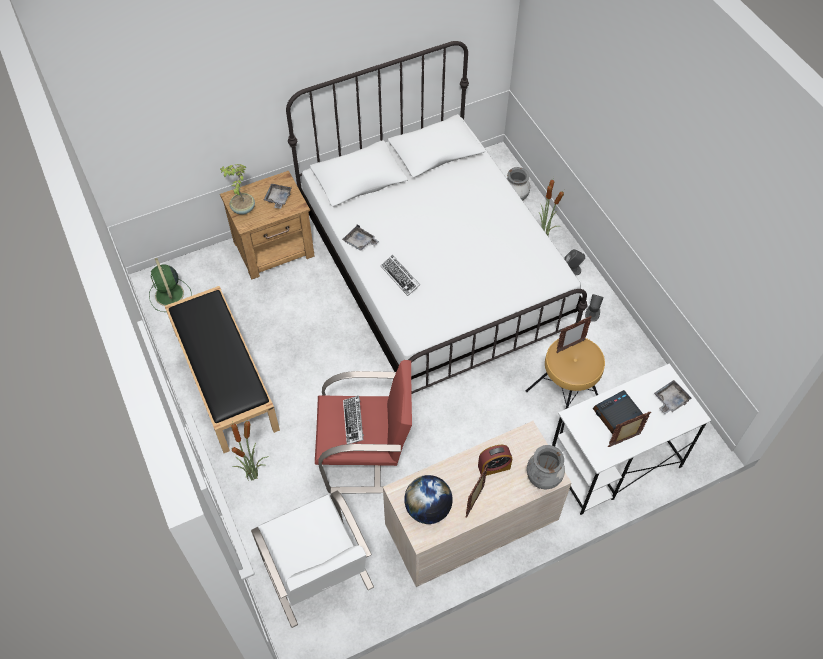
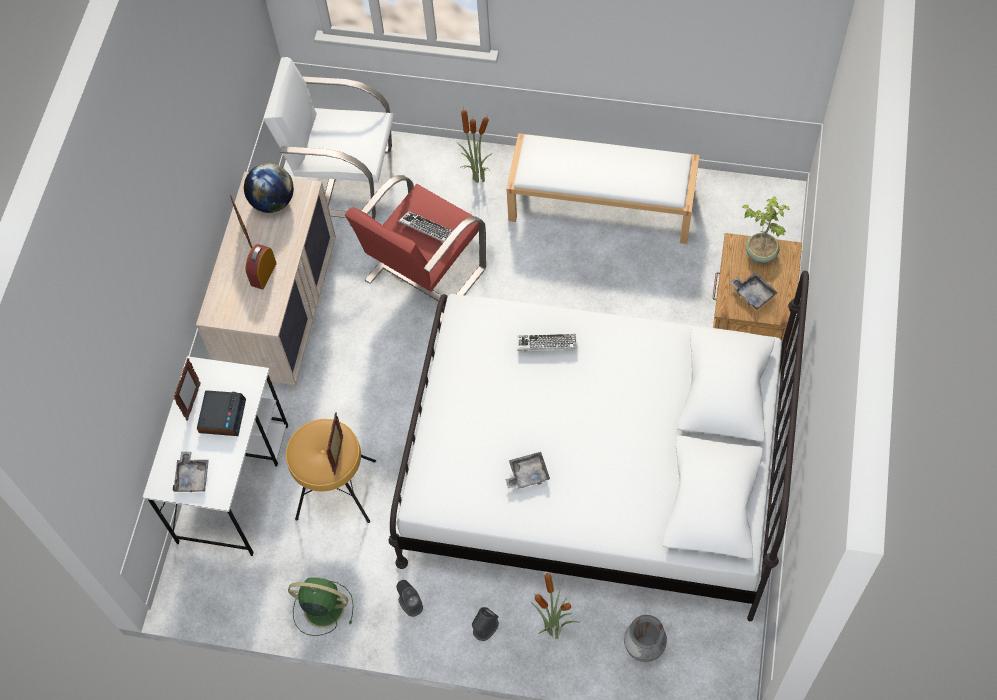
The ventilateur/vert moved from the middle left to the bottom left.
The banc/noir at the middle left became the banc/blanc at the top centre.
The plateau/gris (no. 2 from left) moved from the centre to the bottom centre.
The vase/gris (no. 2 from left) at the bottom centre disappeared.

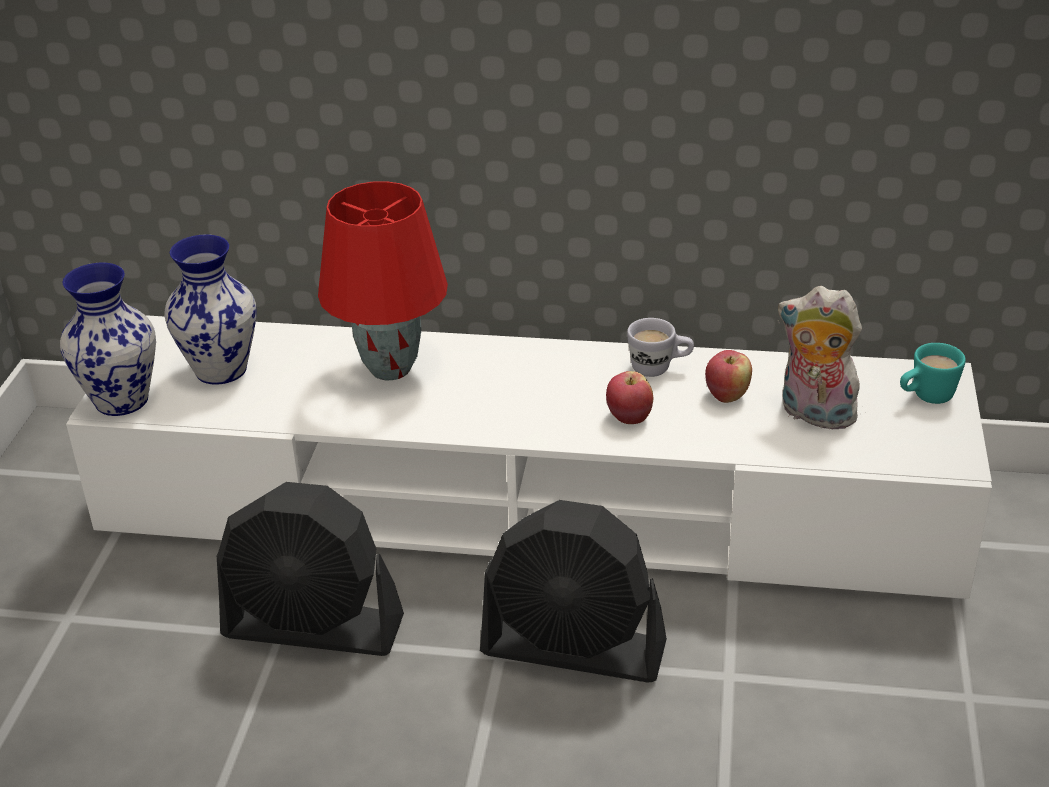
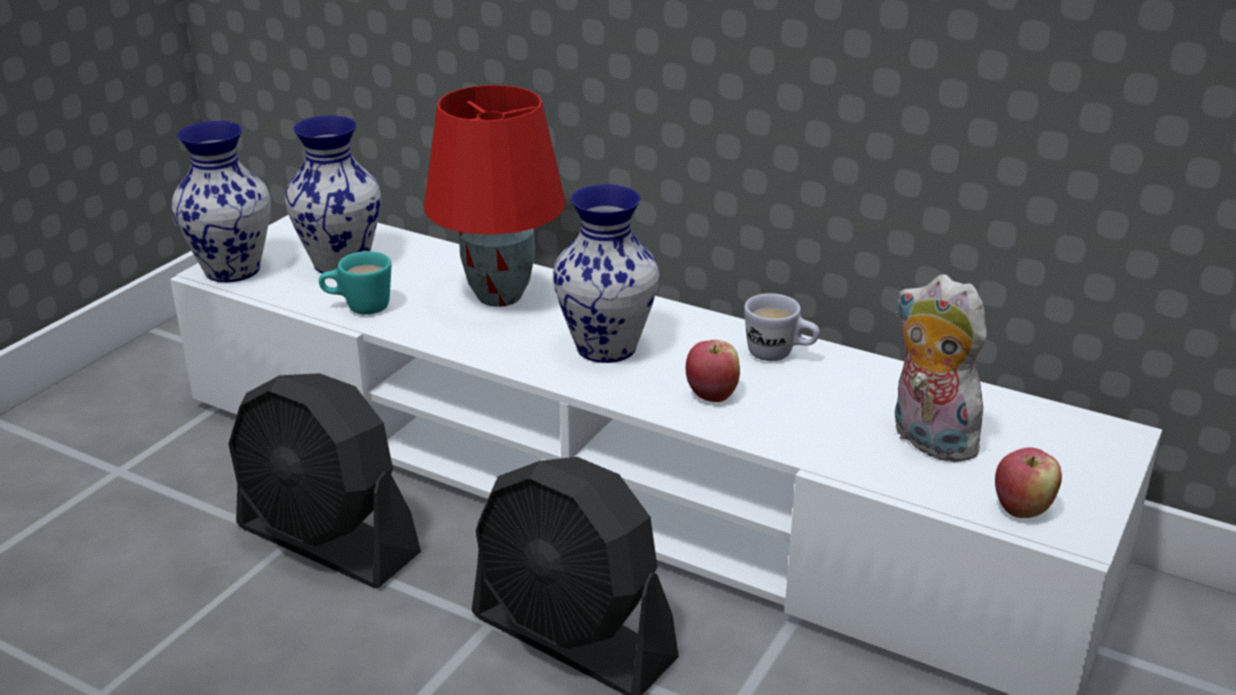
The pomme (no. 2 from left) moved from the middle right to the bottom right.
The mug/turquoise moved from the middle right to the middle left.
The vase (no. 3 from left) at the centre appeared.

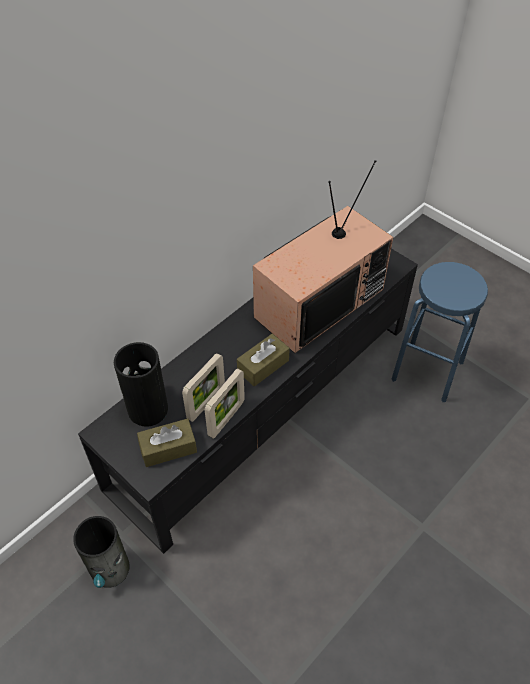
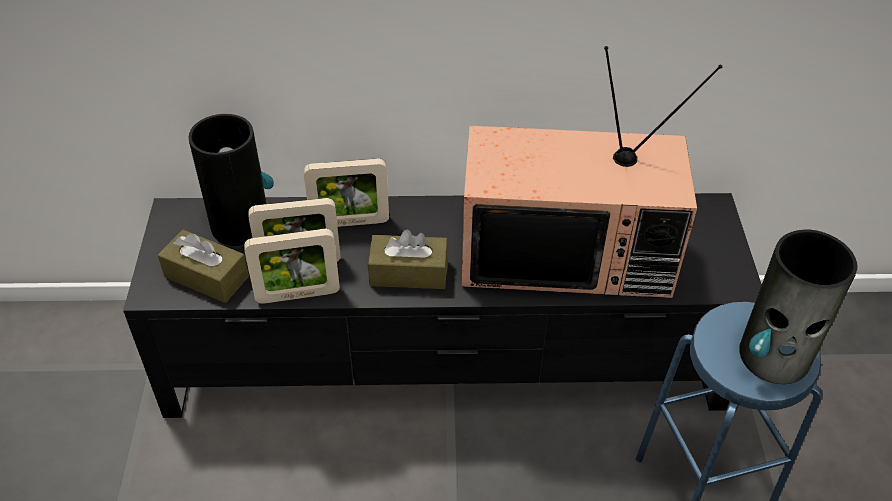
The vase (no. 1 from left in the first image) moved from the bottom left to the middle right.
The cadre photo (no. 3 from left) at the centre appeared.

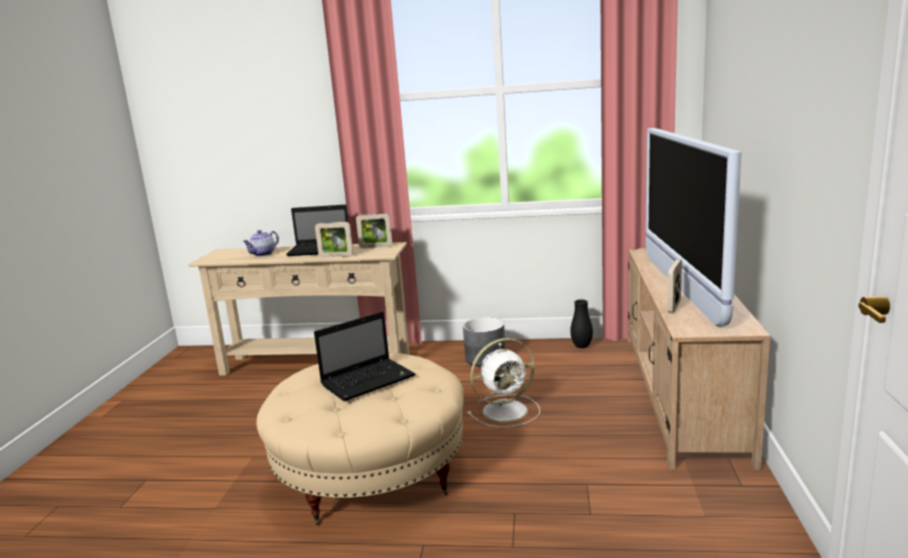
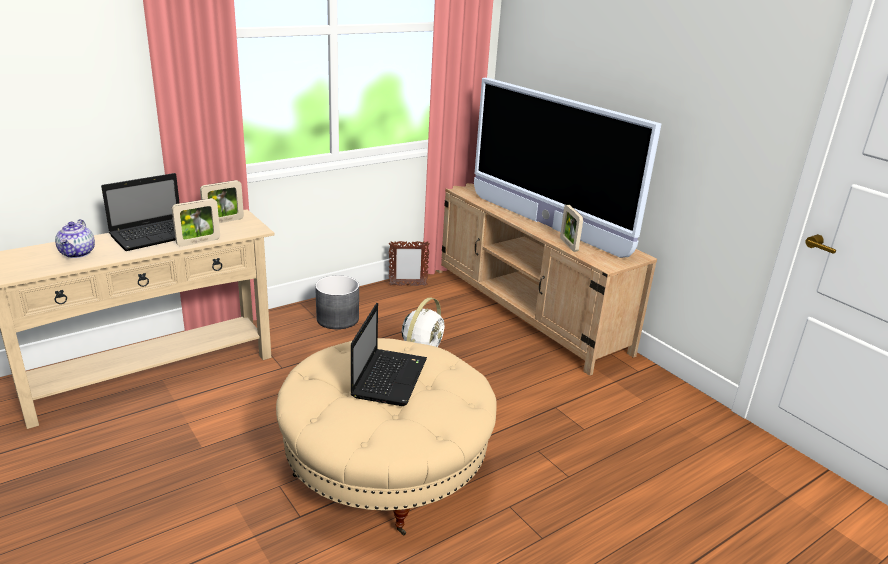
The vase/noir at the centre was replaced by the cadre photo (no. 3 from left) at the centre.

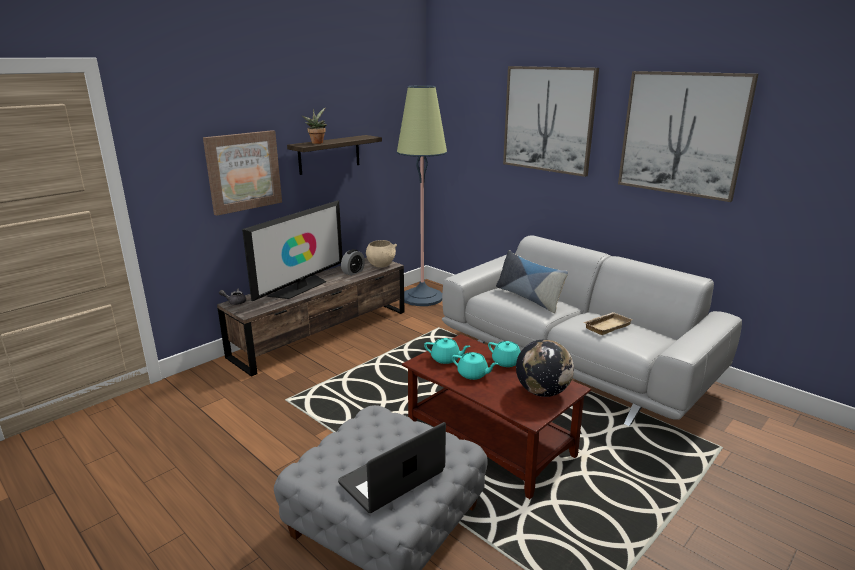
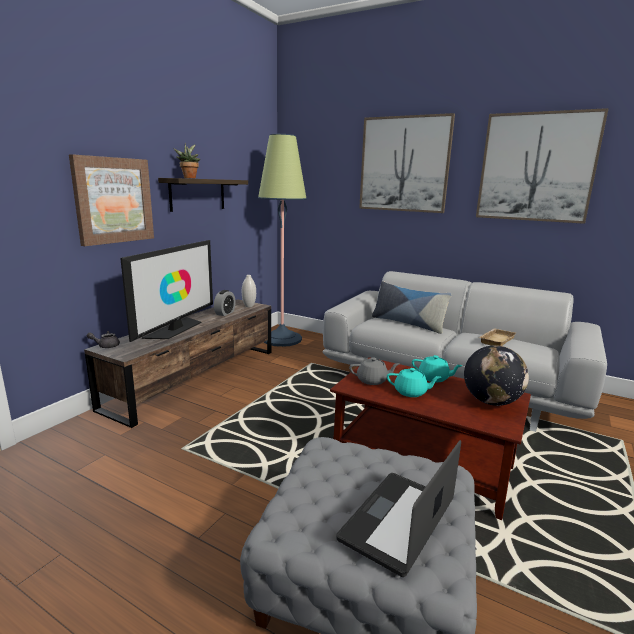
The bol/beige at the centre was replaced by the vase/blanc at the centre.
The théière/turquoise (no. 1 from left) at the centre became the théière/gris (no. 2 from left) at the centre.

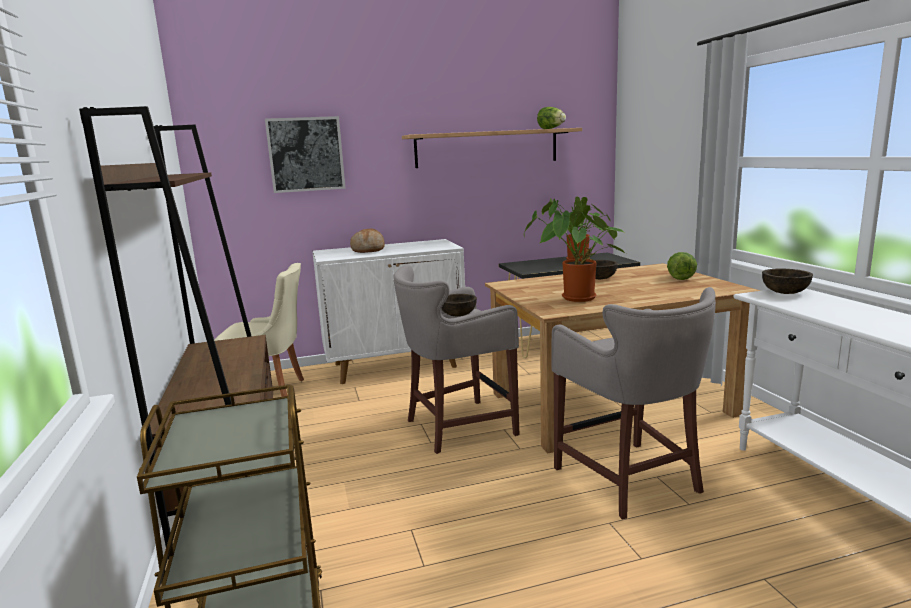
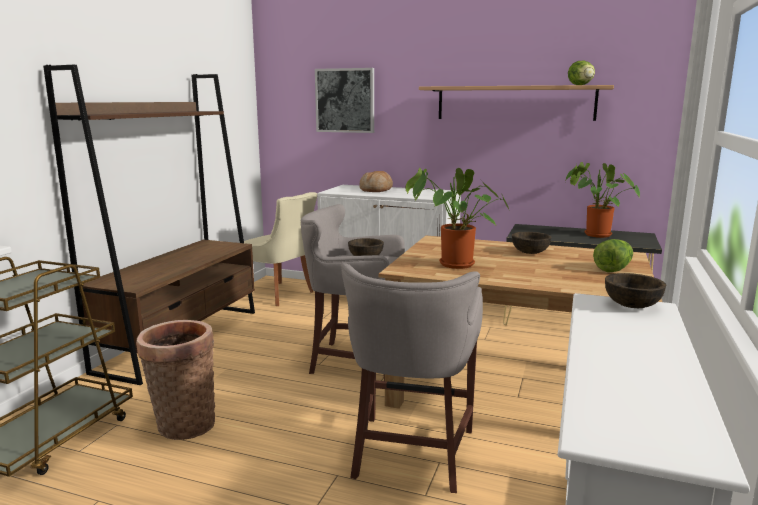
The panier at the bottom left appeared.

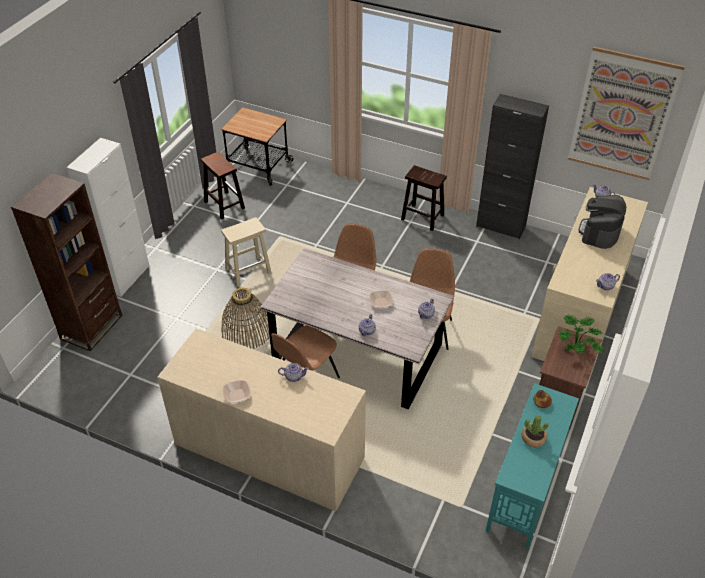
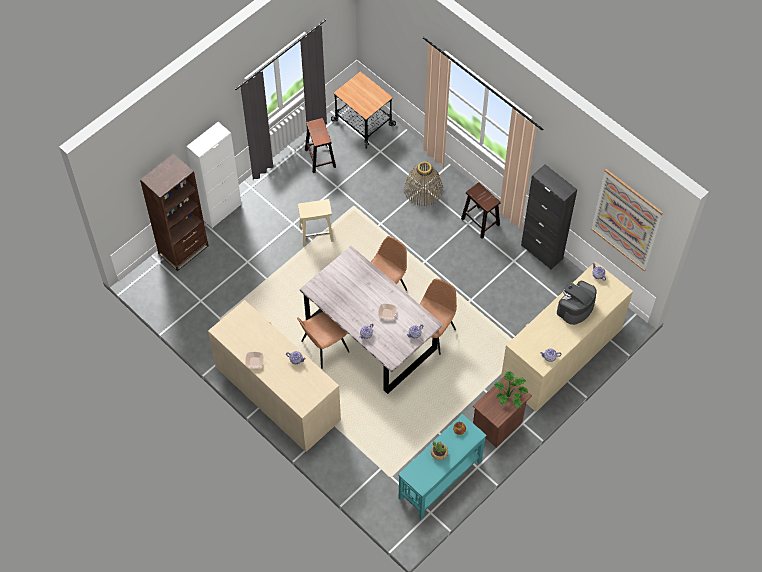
The panier moved from the centre to the top centre.

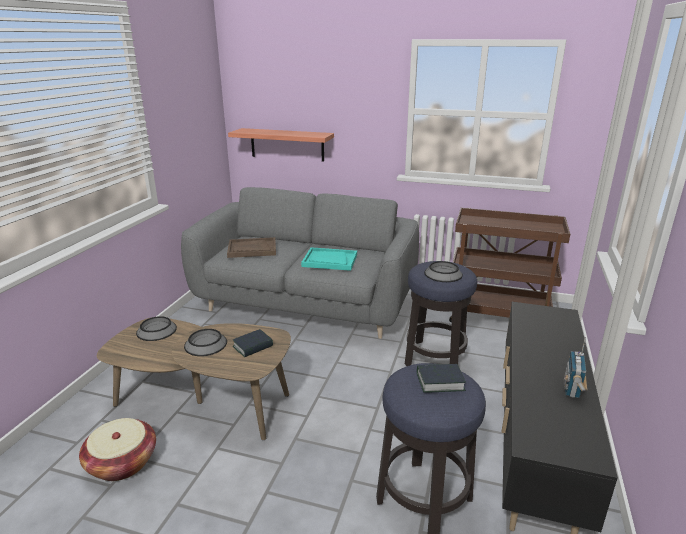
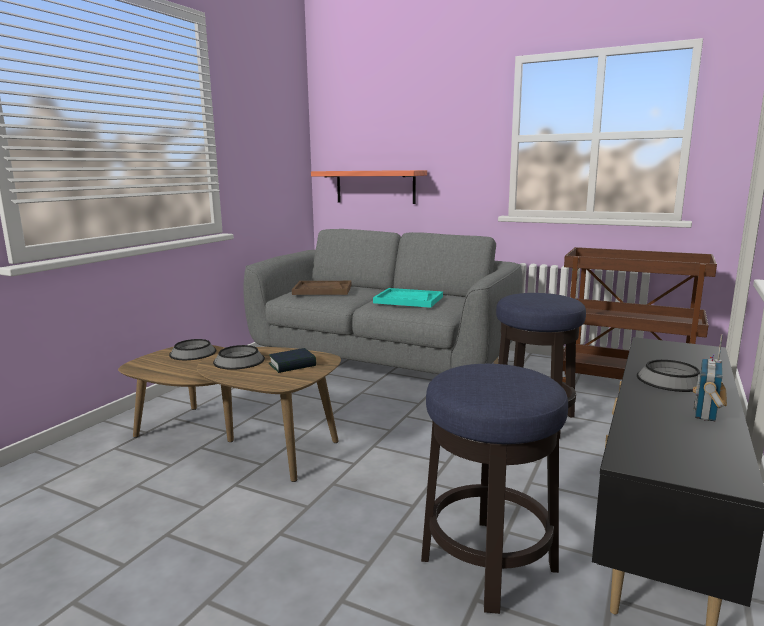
The panier at the bottom left disappeared.
The livre (no. 2 from left) at the bottom centre disappeared.
The bol (no. 3 from left) moved from the centre to the middle right.

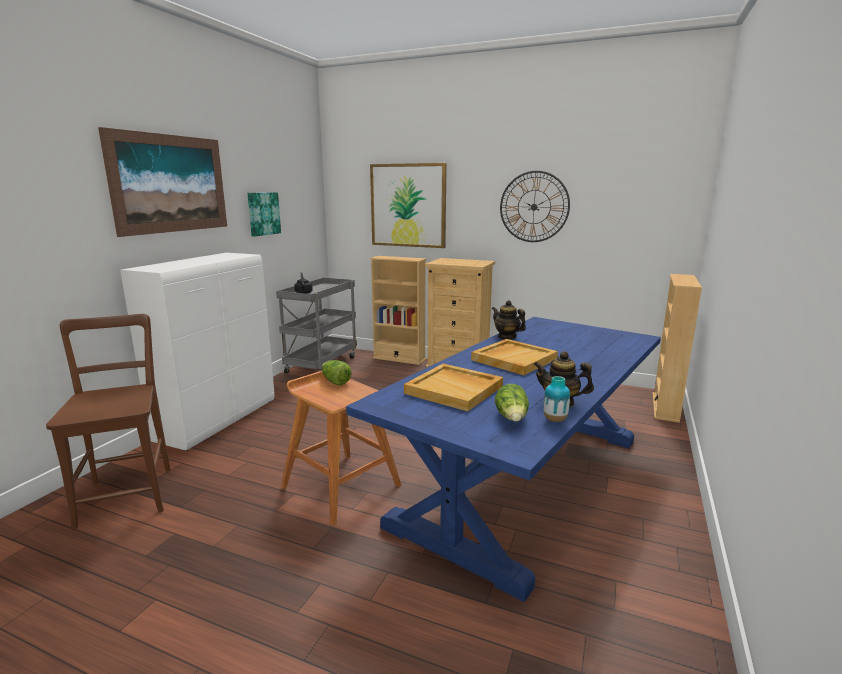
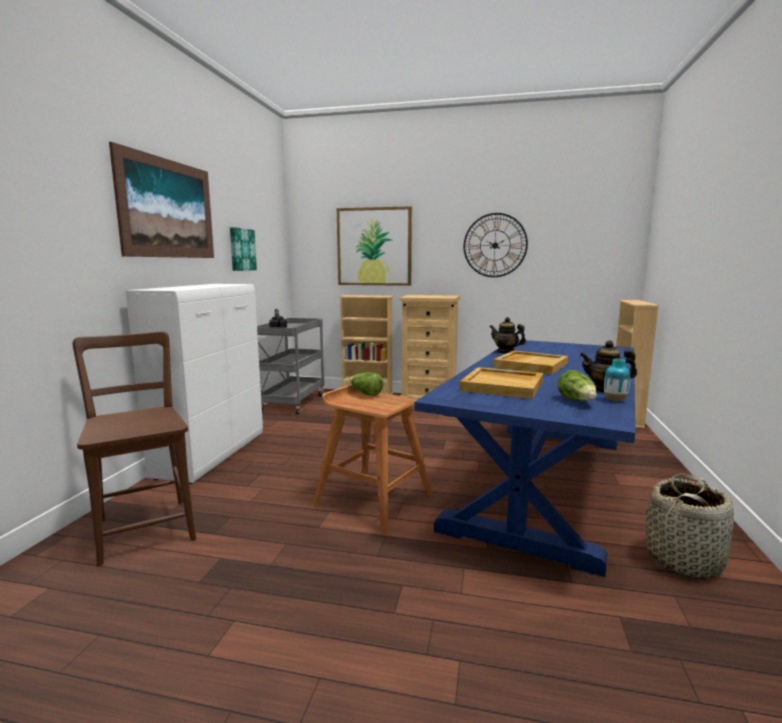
The panier at the bottom right appeared.

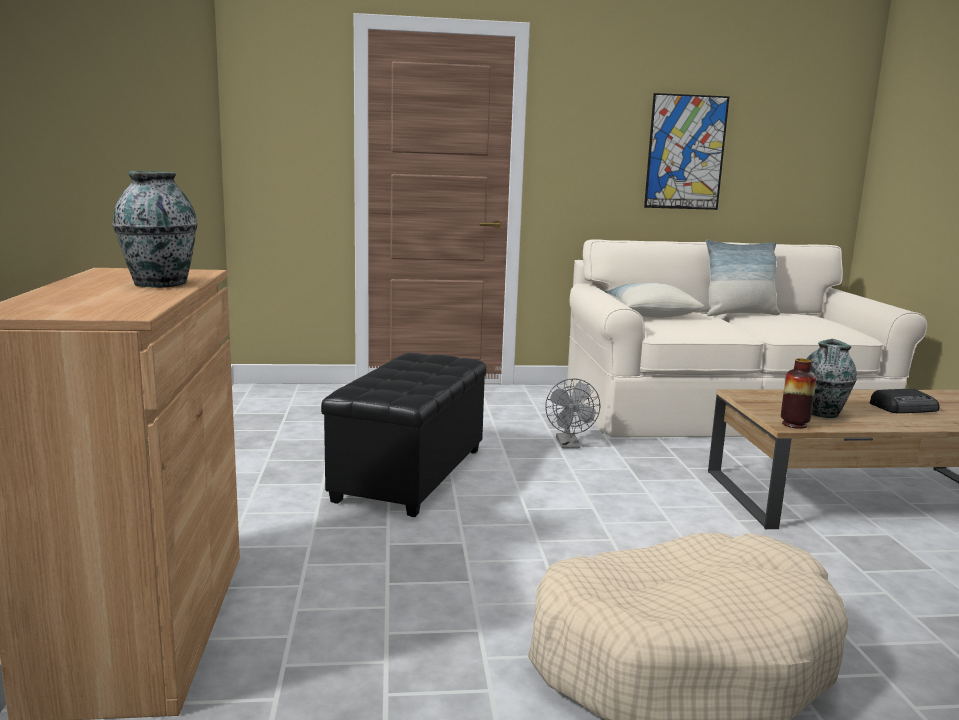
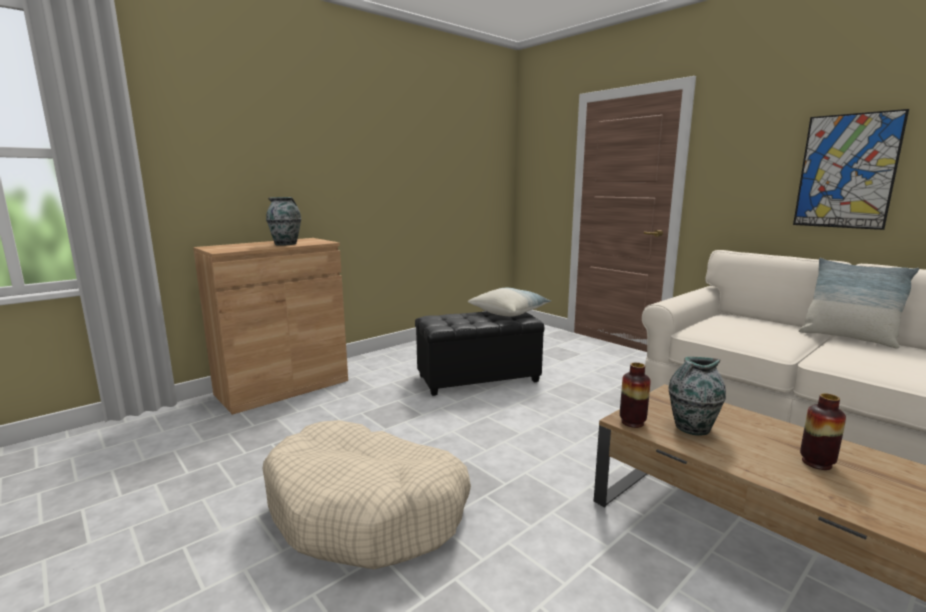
The ventilateur/gris at the centre disappeared.
The coussin (no. 1 from left) moved from the middle right to the centre.
The radio at the middle right was replaced by the vase (no. 4 from left) at the bottom right.

